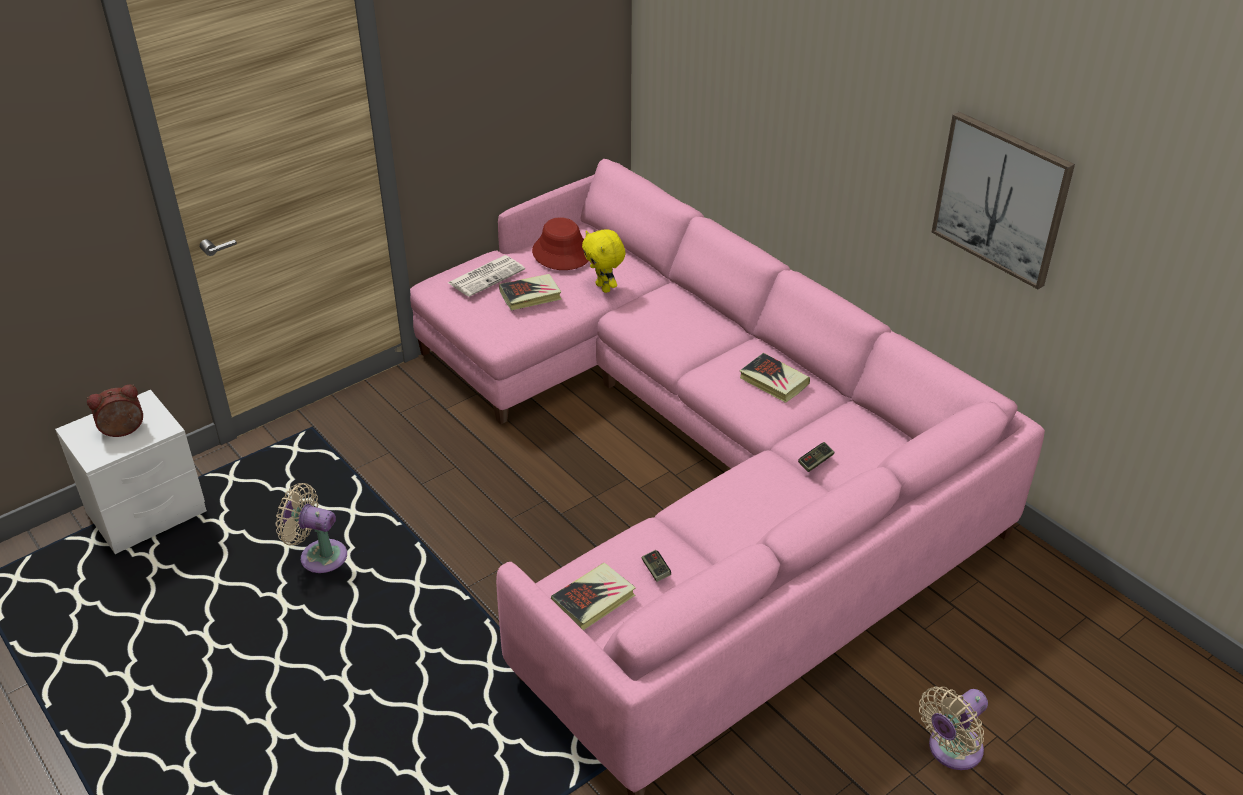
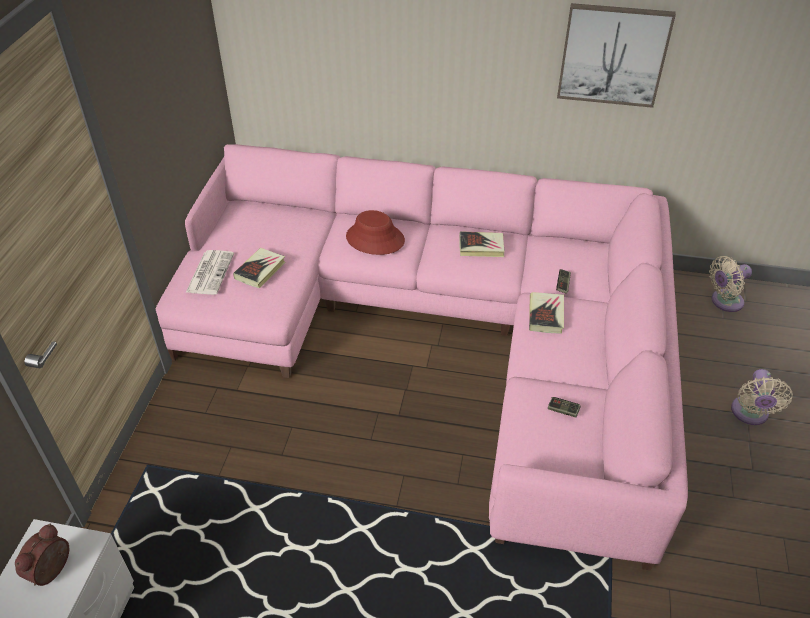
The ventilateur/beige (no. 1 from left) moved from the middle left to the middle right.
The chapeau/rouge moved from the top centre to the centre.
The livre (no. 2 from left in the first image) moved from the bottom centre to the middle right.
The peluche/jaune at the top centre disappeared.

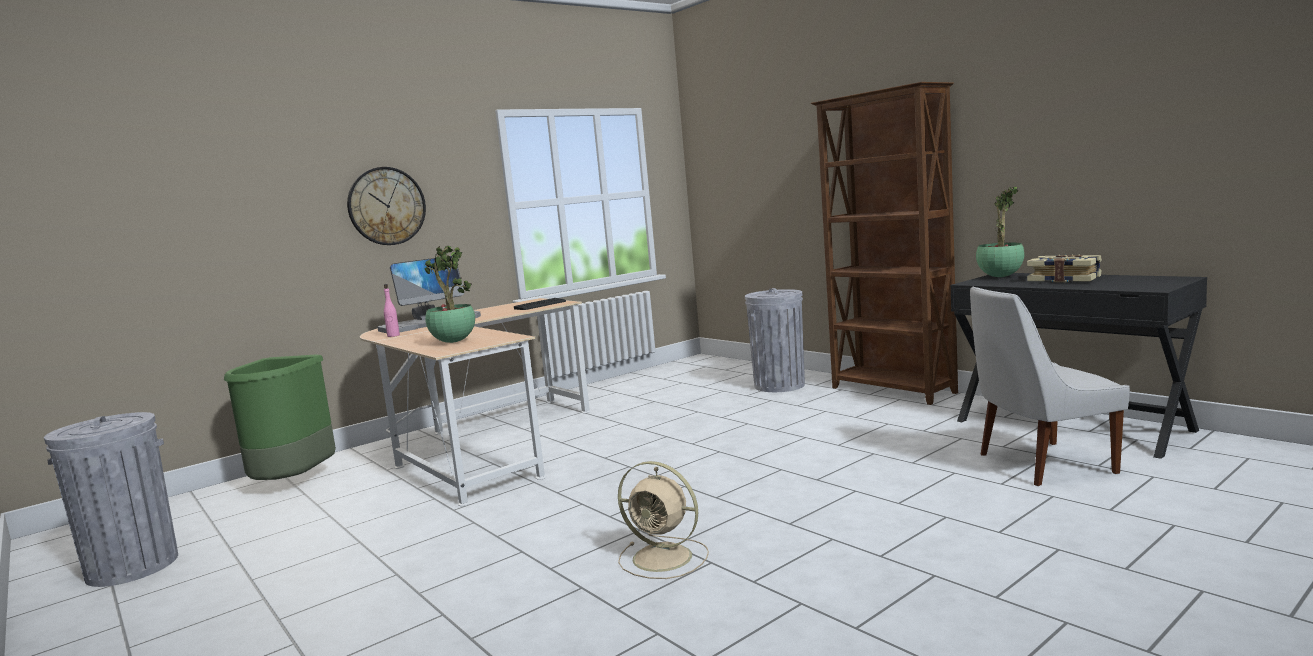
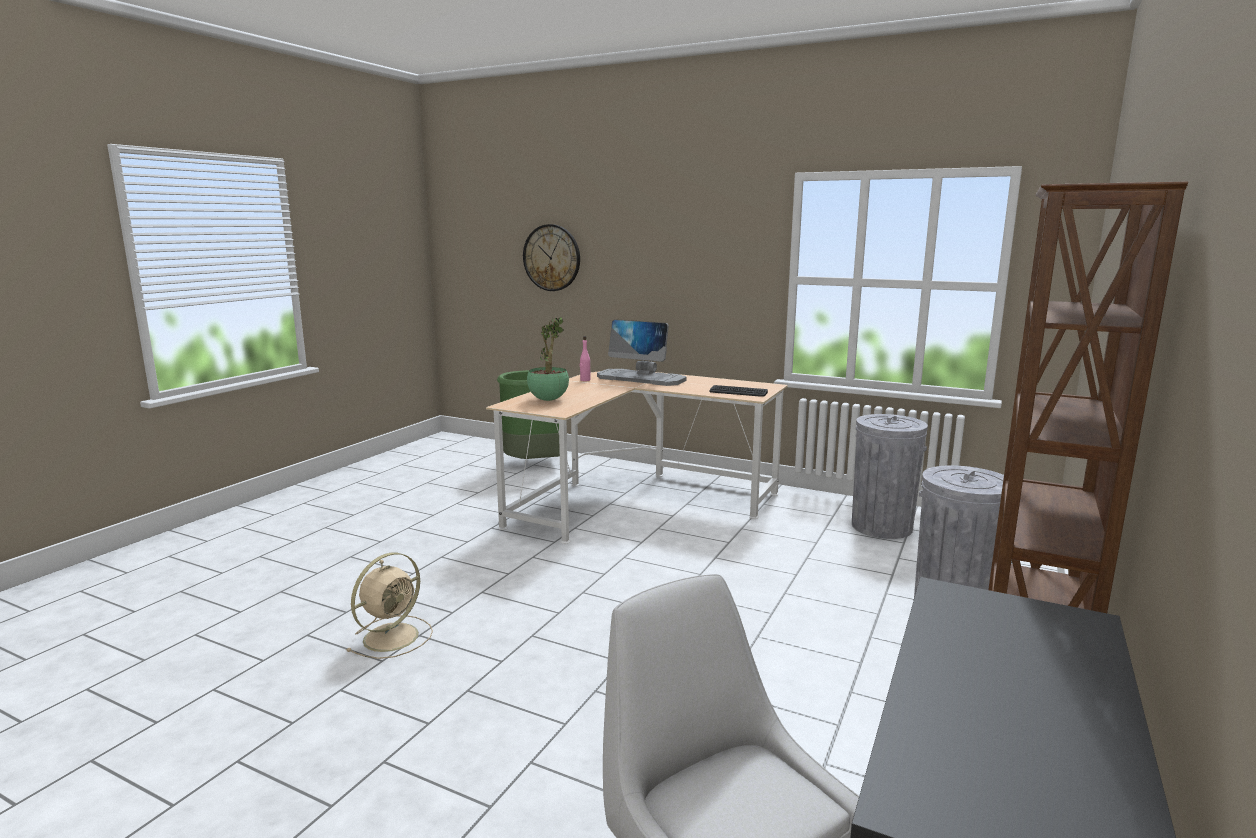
The poubelle/gris (no. 1 from left) moved from the bottom left to the middle right.
The horloge murale moved from the top left to the top centre.
The ventilateur/beige at the bottom centre turned 150 degrees counterclockwise.
The plante en pot (no. 2 from left) at the middle right disappeared.
The livre at the middle right disappeared.

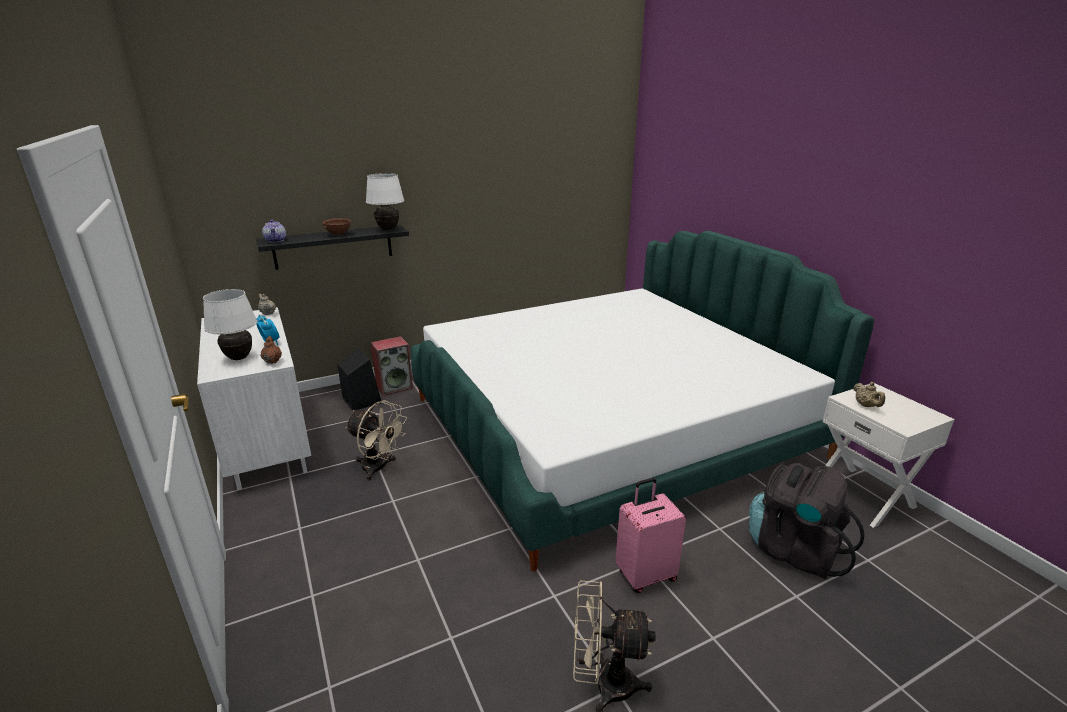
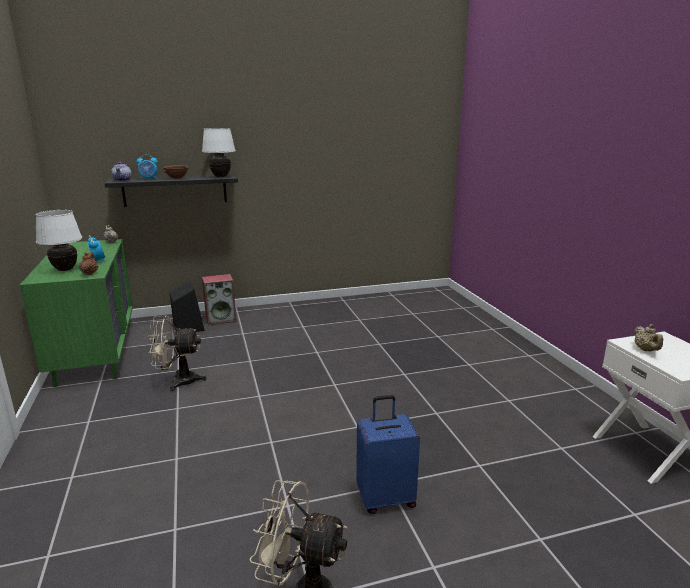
The commode/blanc at the middle left became the commode/vert at the middle left.
The ventilateur/beige (no. 1 from left) at the centre turned 135 degrees clockwise.
The lit at the centre disappeared.
The valise/rose at the bottom centre became the valise/bleu at the bottom centre.
The sac à dos/noir at the bottom right disappeared.
The réveil (no. 2 from left) at the top left appeared.

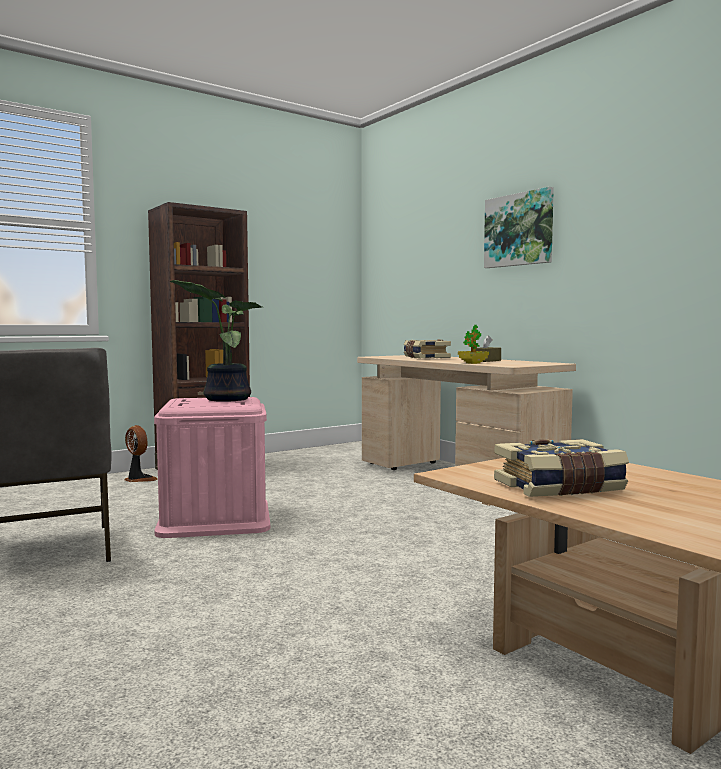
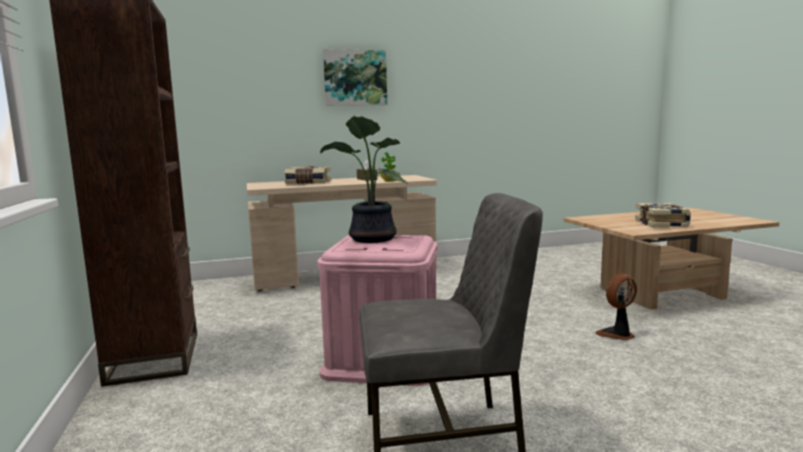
The ventilateur moved from the middle left to the bottom right.

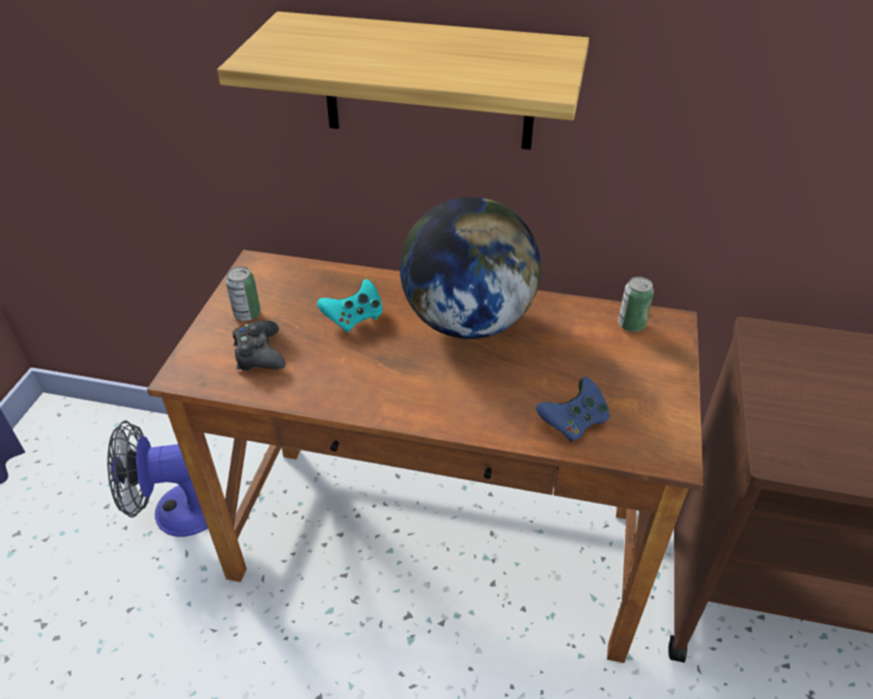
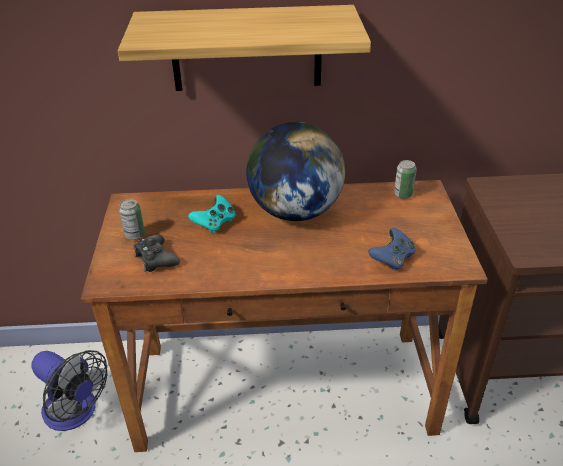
The ventilateur at the bottom left turned 120 degrees counterclockwise.

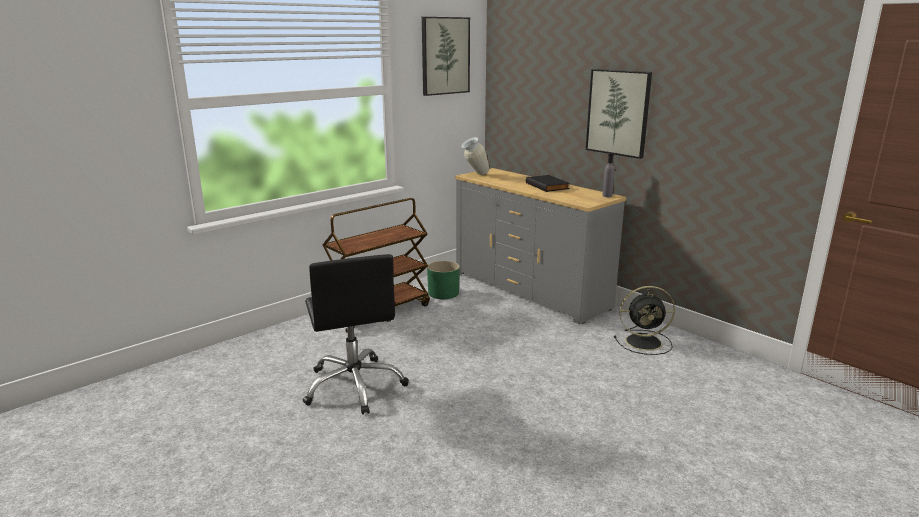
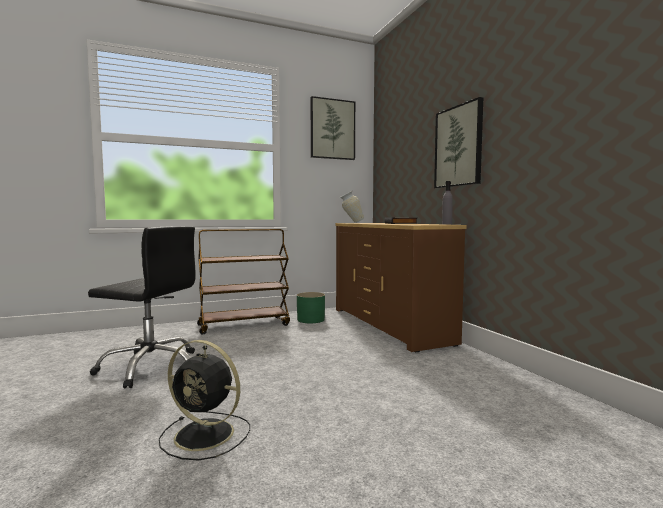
The chaise de bureau/noir at the centre turned 75 degrees counterclockwise.
The commode/gris at the centre became the commode/marron at the centre.
The ventilateur/noir moved from the middle right to the bottom left.

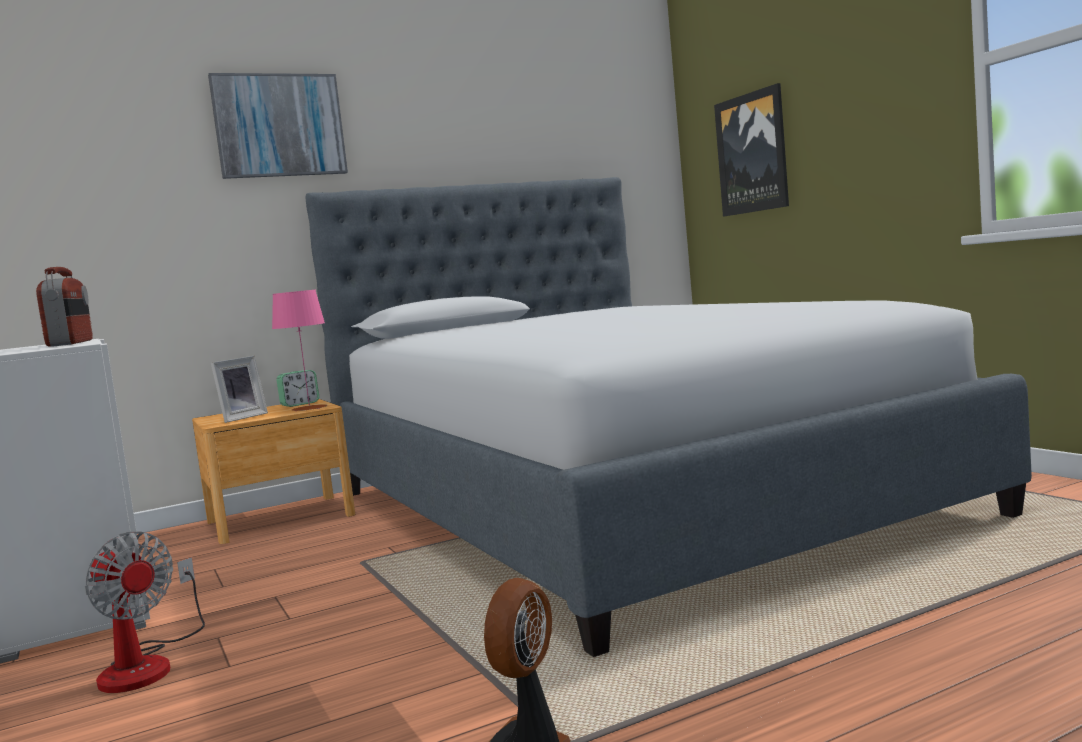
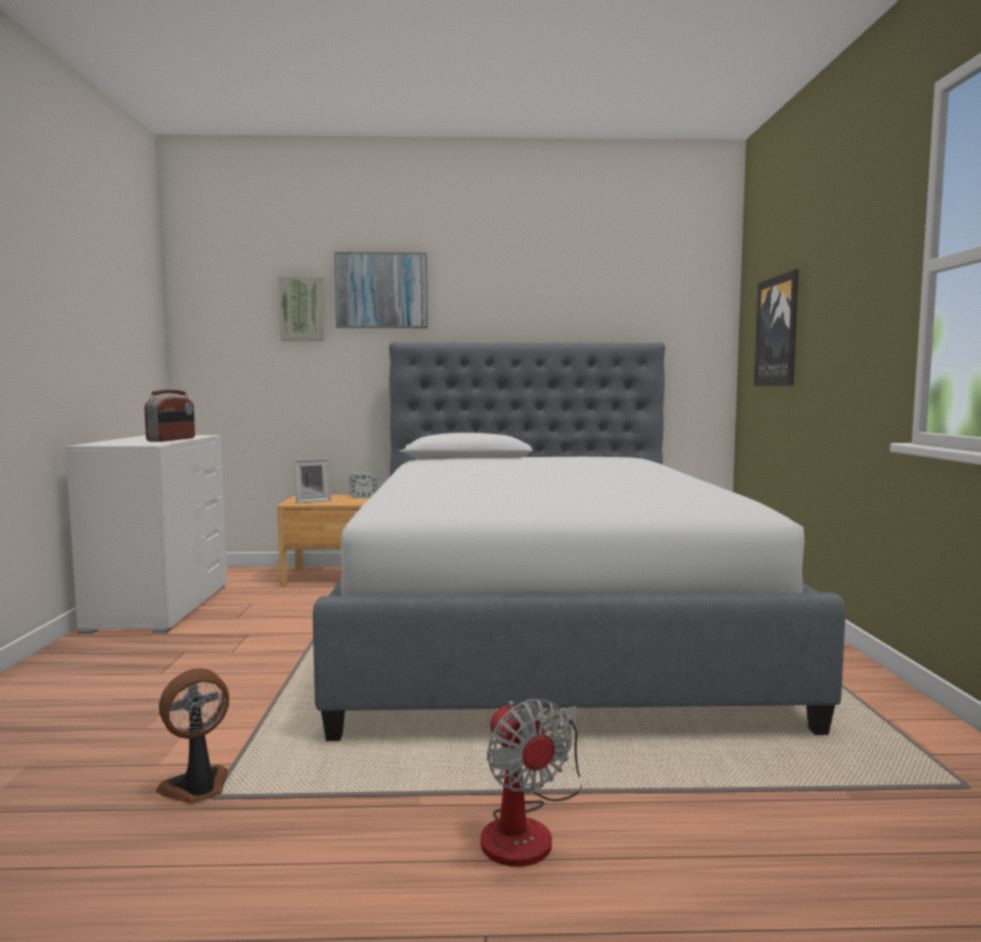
The ventilateur (no. 1 from left in the first image) moved from the bottom left to the bottom centre.
The lampe de table/rose at the middle left disappeared.
The tableau (no. 1 from left) at the top left appeared.

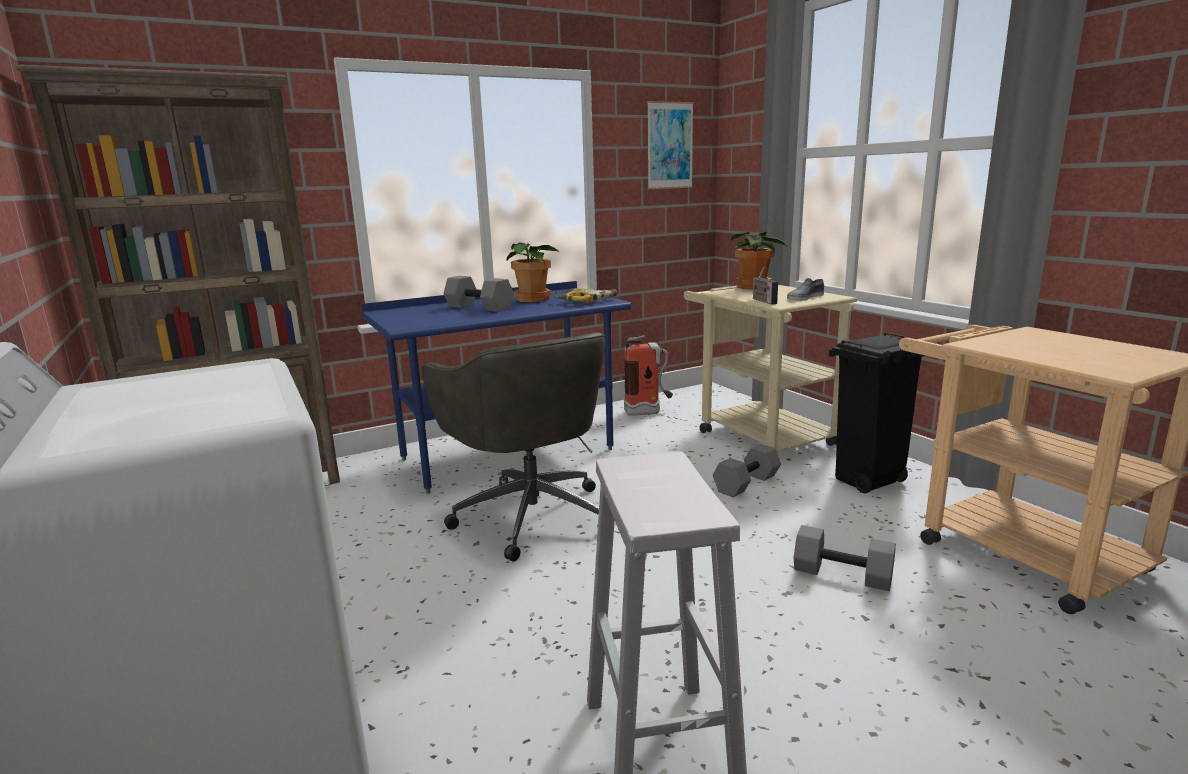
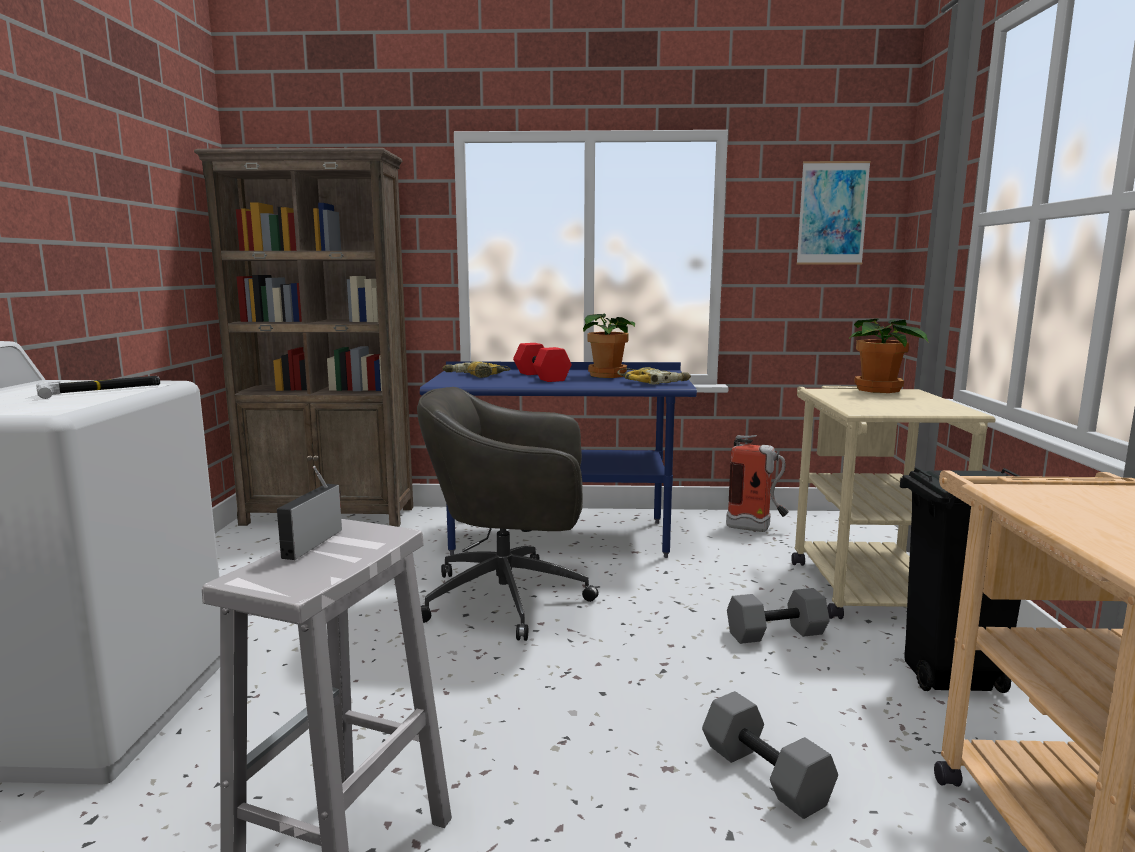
The chaise de bureau/gris at the centre turned 90 degrees clockwise.
The haltère/gris (no. 1 from left) at the centre became the haltère/rouge at the centre.
The radio moved from the centre to the middle left.
The chaussure/gris at the middle right disappeared.
The marteau at the middle left appeared.
The perceuse (no. 1 from left) at the centre appeared.

